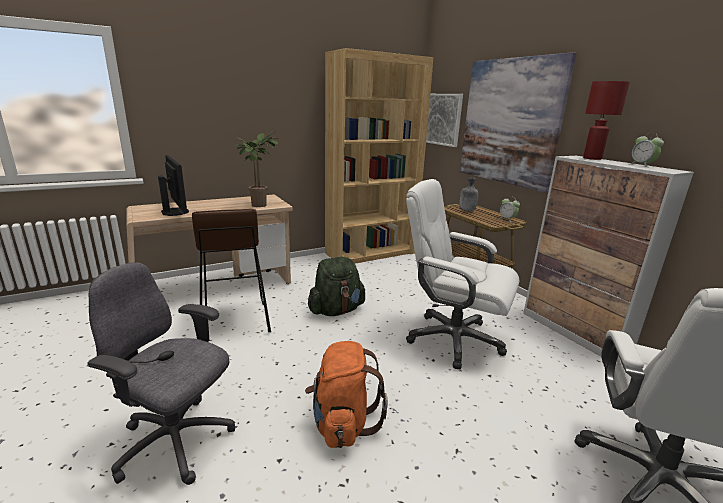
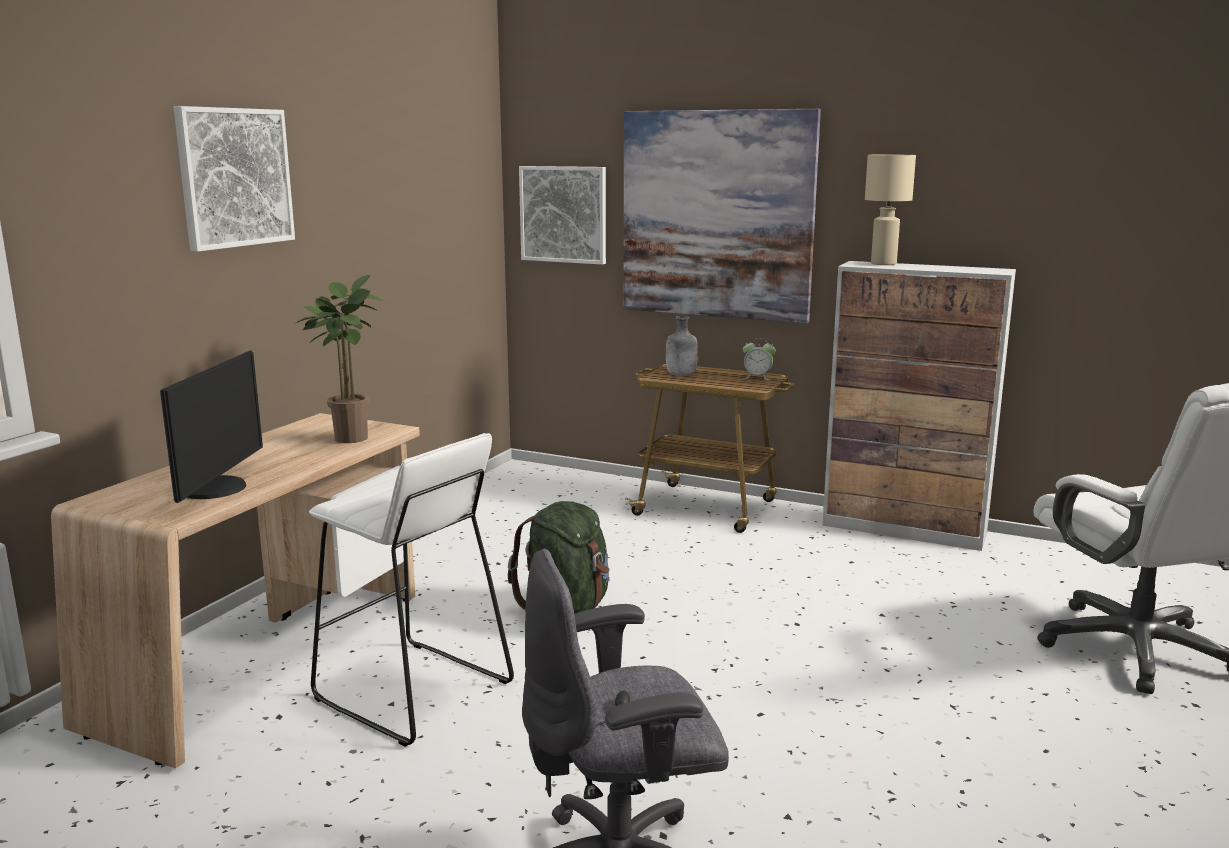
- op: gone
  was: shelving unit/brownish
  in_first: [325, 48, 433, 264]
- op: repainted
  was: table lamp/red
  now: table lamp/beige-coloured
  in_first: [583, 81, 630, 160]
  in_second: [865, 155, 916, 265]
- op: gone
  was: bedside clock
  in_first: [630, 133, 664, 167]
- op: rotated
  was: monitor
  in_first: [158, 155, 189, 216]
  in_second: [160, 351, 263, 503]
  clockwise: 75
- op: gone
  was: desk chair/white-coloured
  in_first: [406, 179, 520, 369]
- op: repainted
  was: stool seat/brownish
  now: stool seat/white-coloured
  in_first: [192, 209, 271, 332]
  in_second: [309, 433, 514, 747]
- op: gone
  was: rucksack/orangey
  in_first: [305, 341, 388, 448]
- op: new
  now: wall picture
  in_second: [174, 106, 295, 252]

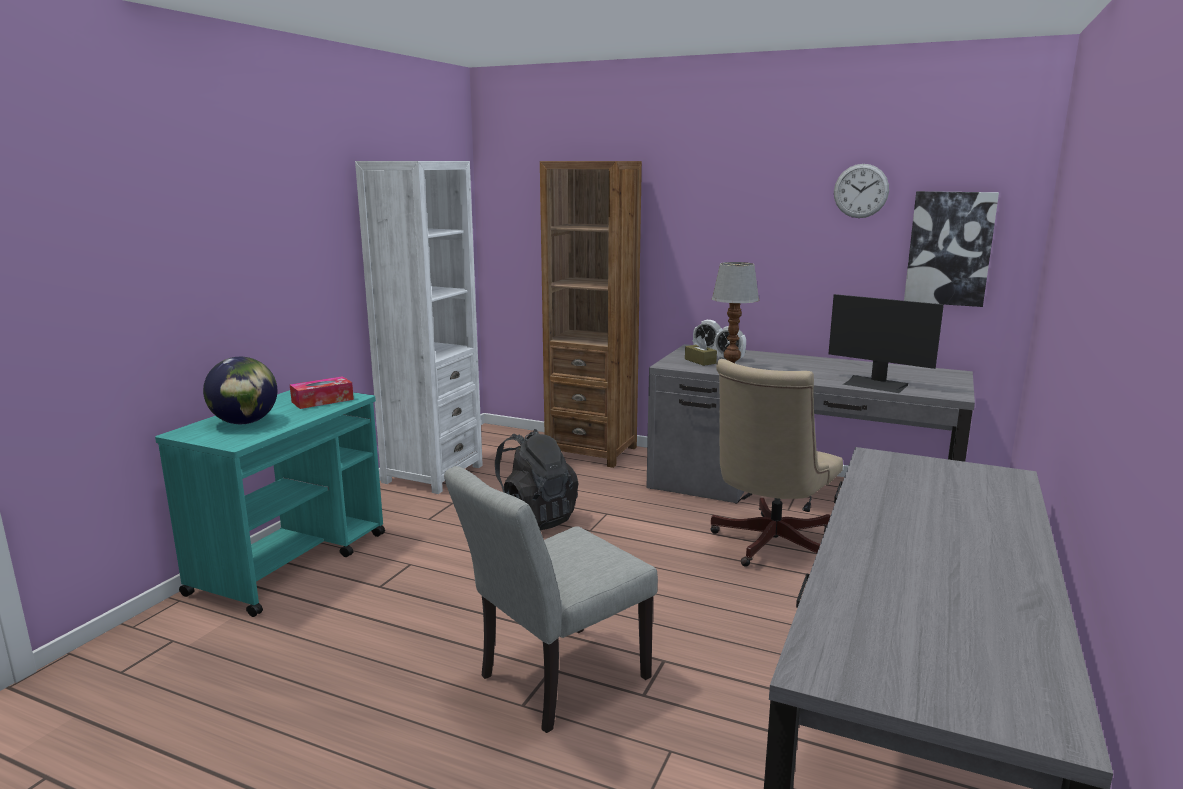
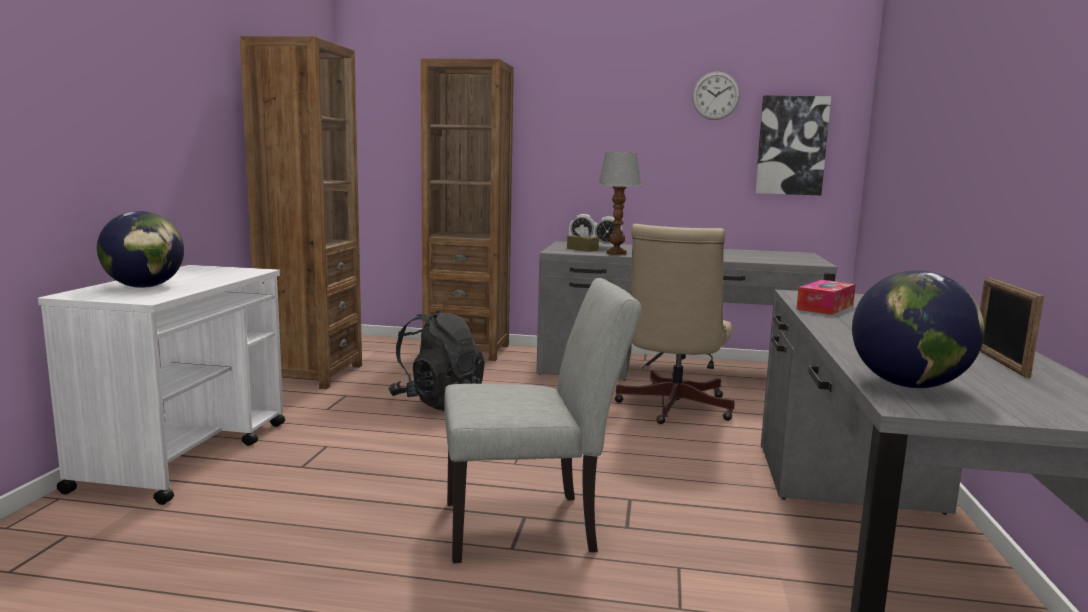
- op: repainted
  was: shelving unit/white-coloured
  now: shelving unit/brownish
  in_first: [355, 161, 483, 494]
  in_second: [240, 36, 362, 389]
- op: gone
  was: monitor
  in_first: [828, 294, 944, 393]
- op: shifted
  was: box of tissues
  in_first: [290, 376, 354, 409]
  in_second: [796, 280, 856, 315]
- op: repainted
  was: trolley/turquoise
  now: trolley/white-coloured
  in_first: [155, 390, 385, 617]
  in_second: [38, 265, 285, 505]
- op: rotated
  was: plain chair/greyish
  in_first: [444, 466, 658, 733]
  in_second: [444, 278, 642, 563]
  clockwise: -135
- op: new
  now: world globe
  in_second: [852, 270, 984, 388]
- op: new
  now: standing frame
  in_second: [980, 277, 1044, 378]

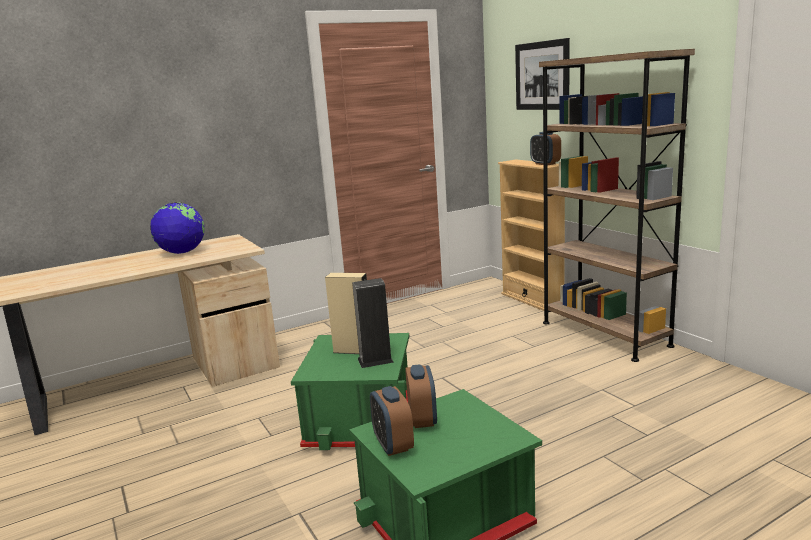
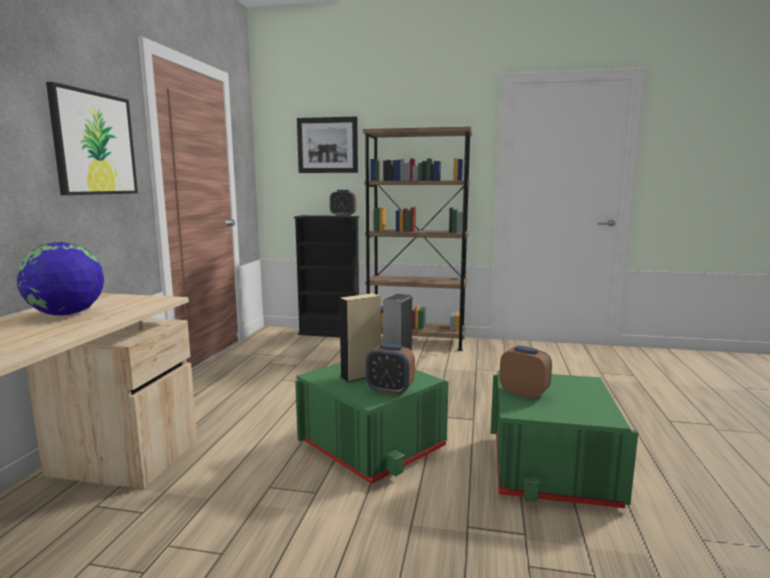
- op: repainted
  was: shelving unit/beige-coloured
  now: shelving unit/blackish
  in_first: [498, 160, 565, 311]
  in_second: [294, 215, 359, 337]
- op: shifted
  was: bedside clock
  in_first: [370, 386, 414, 456]
  in_second: [366, 343, 415, 395]
- op: new
  now: wall picture
  in_second: [46, 82, 138, 195]

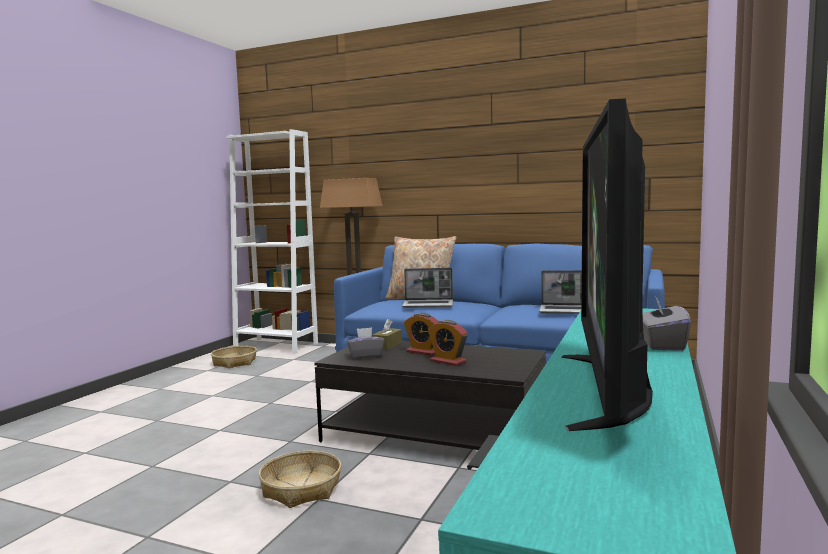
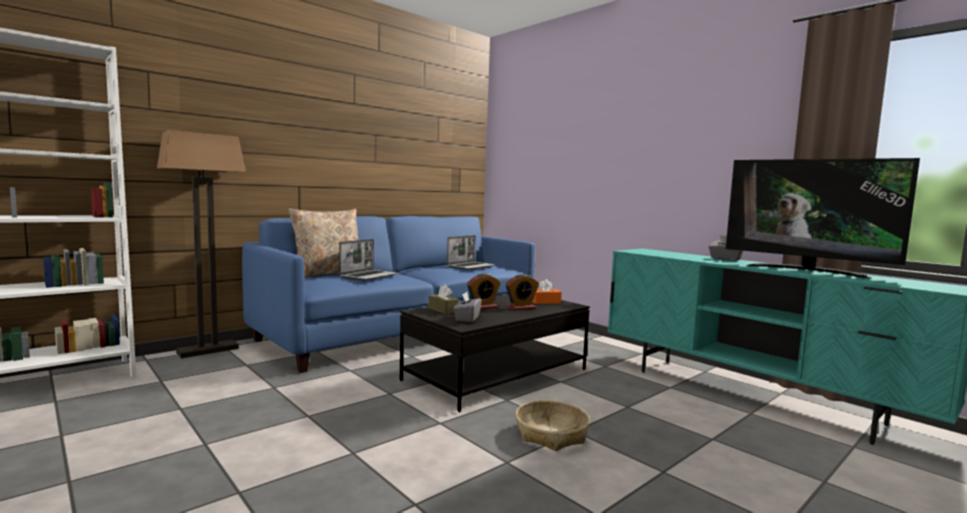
- op: gone
  was: basket
  in_first: [211, 346, 257, 368]
- op: new
  now: box of tissues/orangey
  in_second: [533, 279, 562, 304]

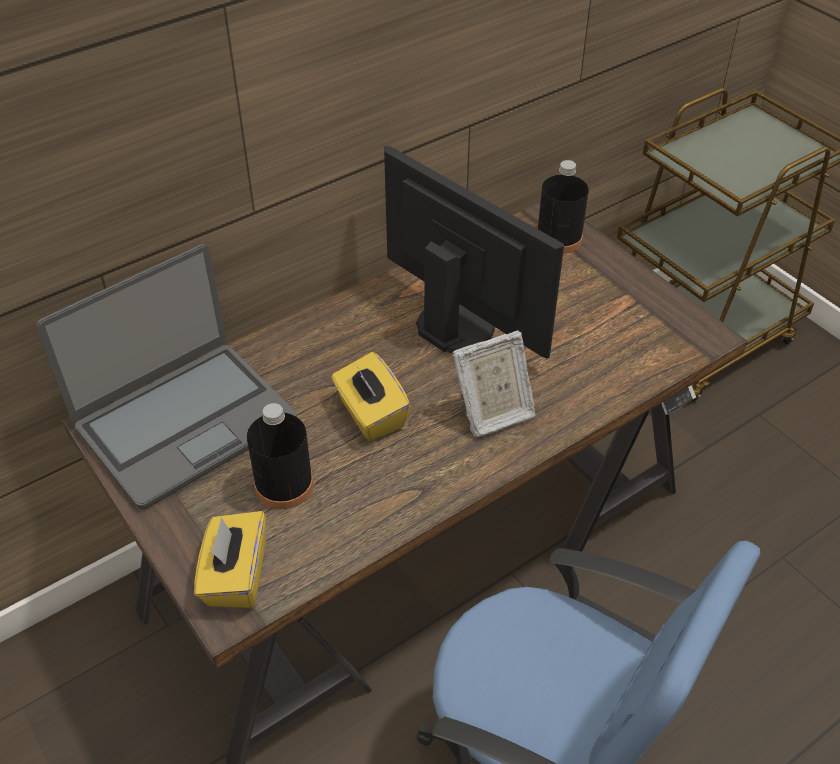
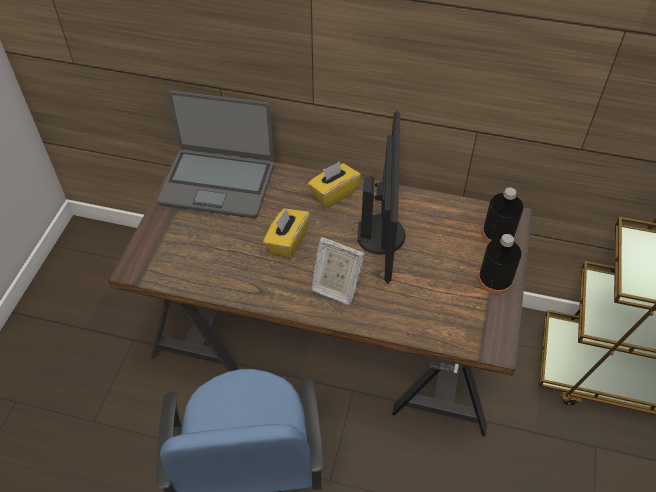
- op: shifted
  was: bottle/blackish
  in_first: [247, 403, 313, 509]
  in_second: [478, 234, 522, 294]
- op: shifted
  was: box of tissues/yellow-coloured
  in_first: [194, 511, 266, 608]
  in_second: [308, 161, 361, 208]

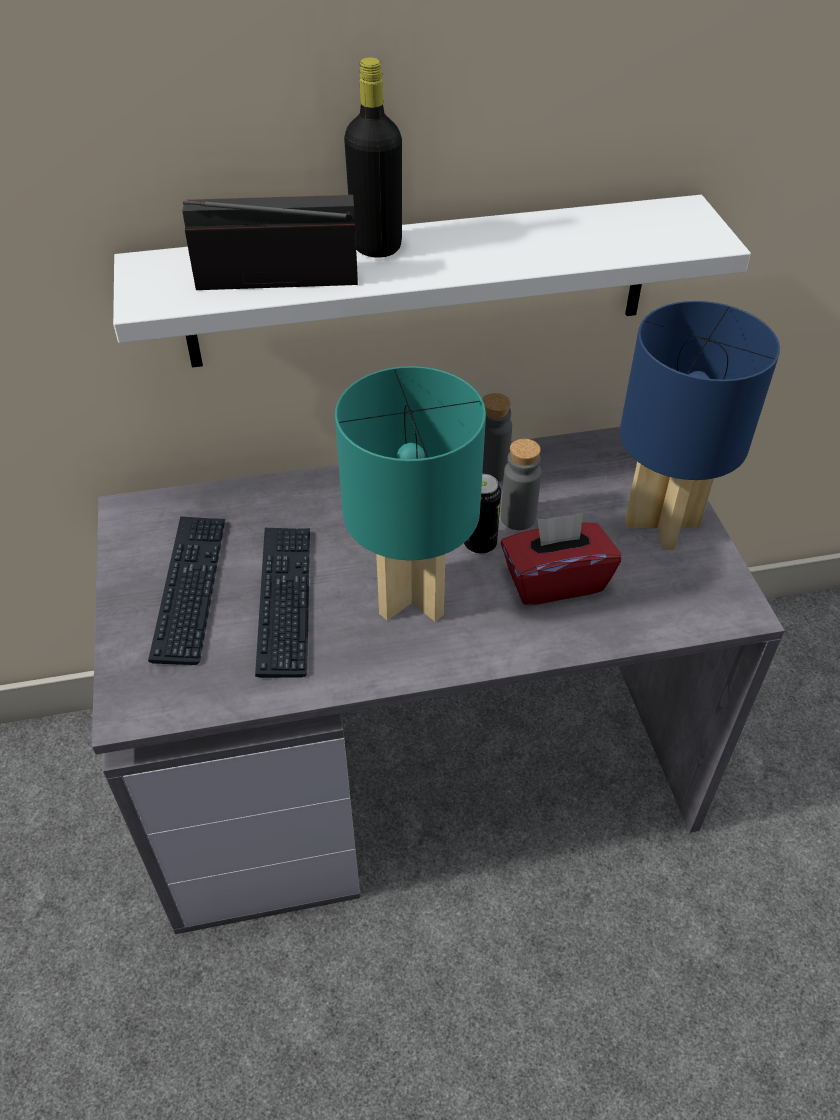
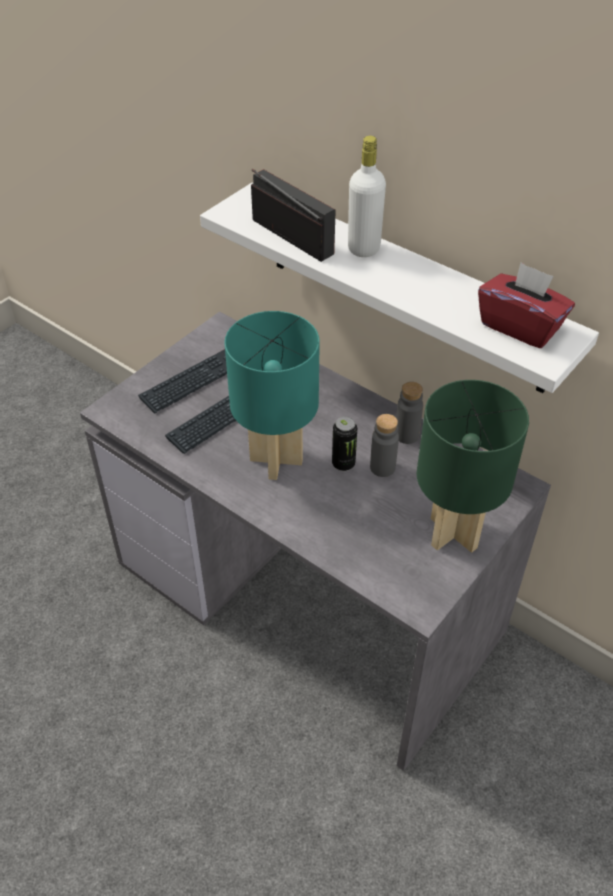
- op: repainted
  was: bottle/blackish
  now: bottle/white-coloured
  in_first: [344, 57, 402, 258]
  in_second: [348, 136, 386, 257]
- op: repainted
  was: table lamp/blue-coloured
  now: table lamp/greenish
  in_first: [620, 301, 780, 550]
  in_second: [417, 380, 529, 553]
- op: shifted
  was: box of tissues/red
  in_first: [501, 513, 622, 606]
  in_second: [478, 262, 575, 348]

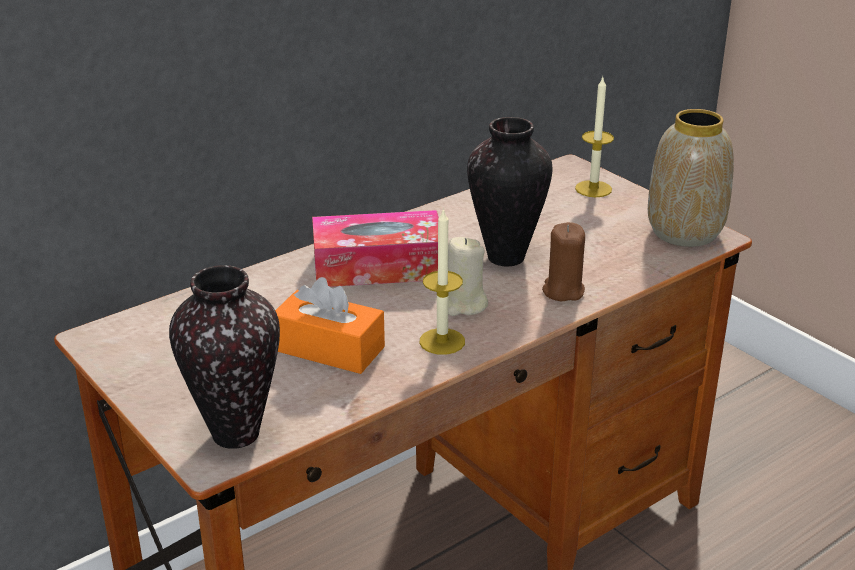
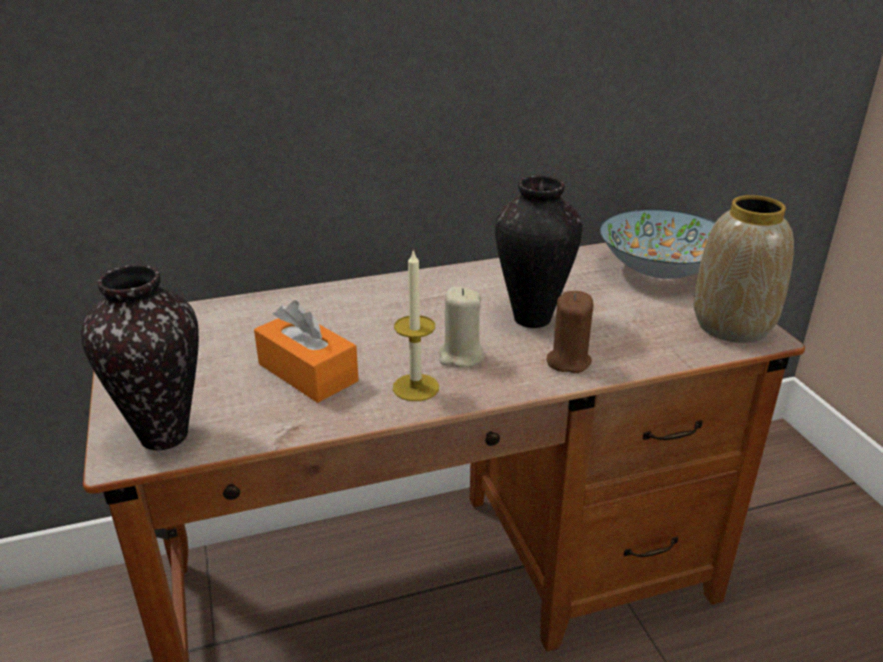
- op: swapped
  was: candle
  now: bowl
  in_first: [575, 78, 614, 197]
  in_second: [600, 209, 715, 279]
- op: gone
  was: box of tissues
  in_first: [312, 210, 439, 287]

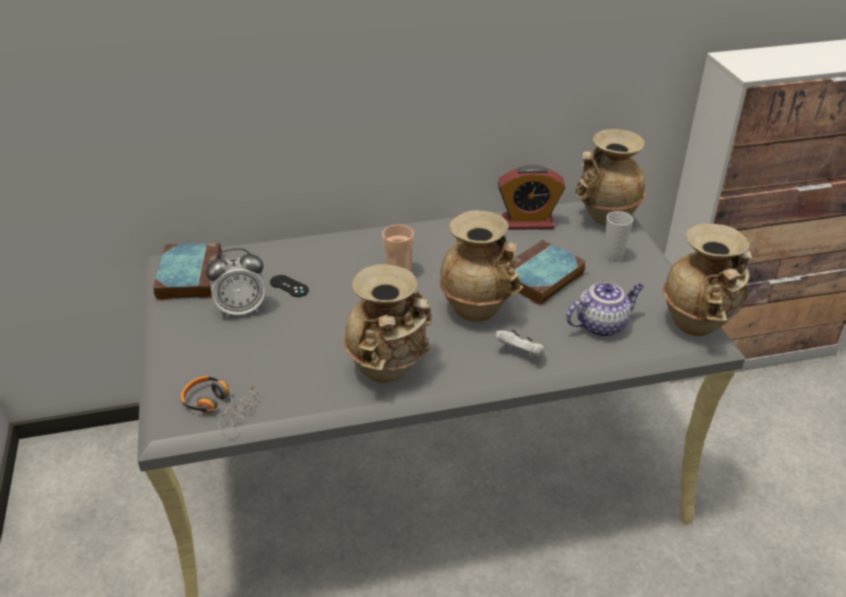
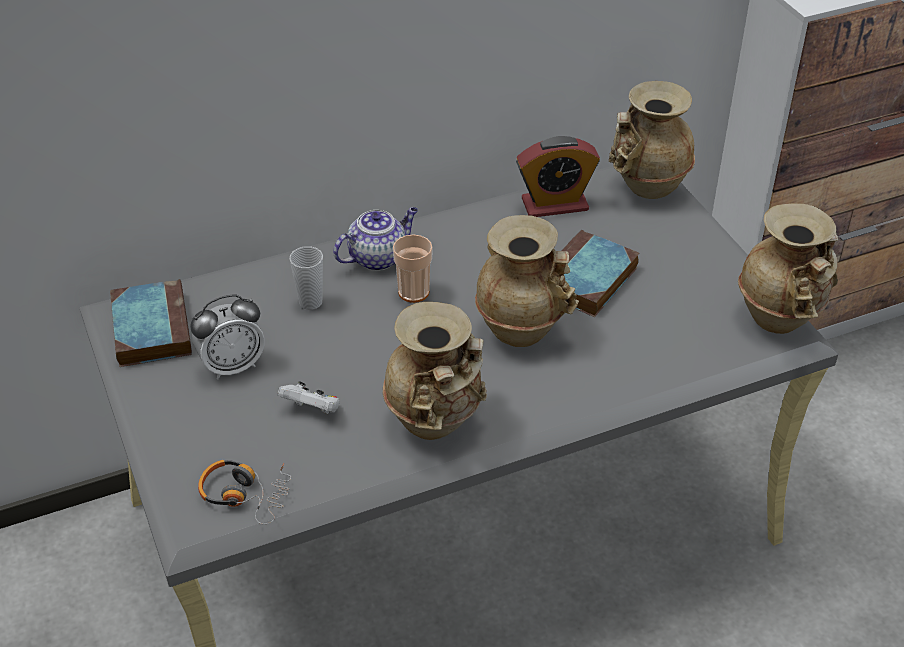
- op: shifted
  was: drinking cup
  in_first: [604, 211, 633, 262]
  in_second: [289, 246, 323, 310]
- op: gone
  was: joypad/blackish
  in_first: [270, 275, 309, 297]
- op: shifted
  was: tea pot
  in_first: [566, 282, 644, 337]
  in_second: [333, 207, 418, 271]
- op: shifted
  was: joypad/white-coloured
  in_first: [495, 330, 544, 358]
  in_second: [278, 381, 340, 414]

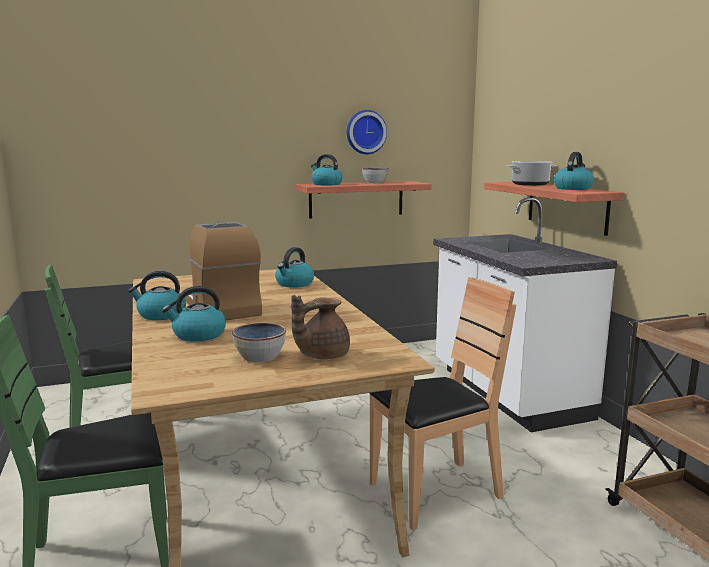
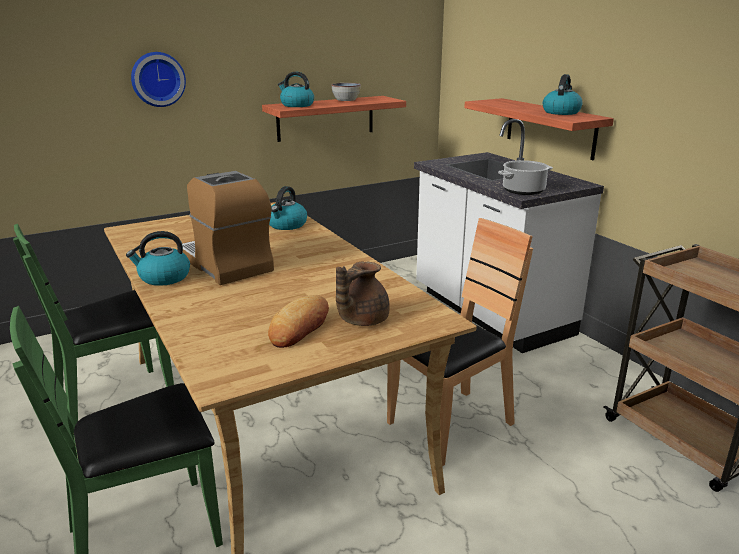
- op: shifted
  was: hanging clock
  in_first: [347, 110, 387, 154]
  in_second: [131, 52, 186, 107]
- op: shifted
  was: stockpot
  in_first: [506, 161, 557, 186]
  in_second: [498, 160, 553, 195]
- op: gone
  was: kettle
  in_first: [162, 286, 226, 342]
- op: swapped
  was: bowl
  now: bakery bread
  in_first: [232, 323, 286, 362]
  in_second: [268, 295, 329, 348]

